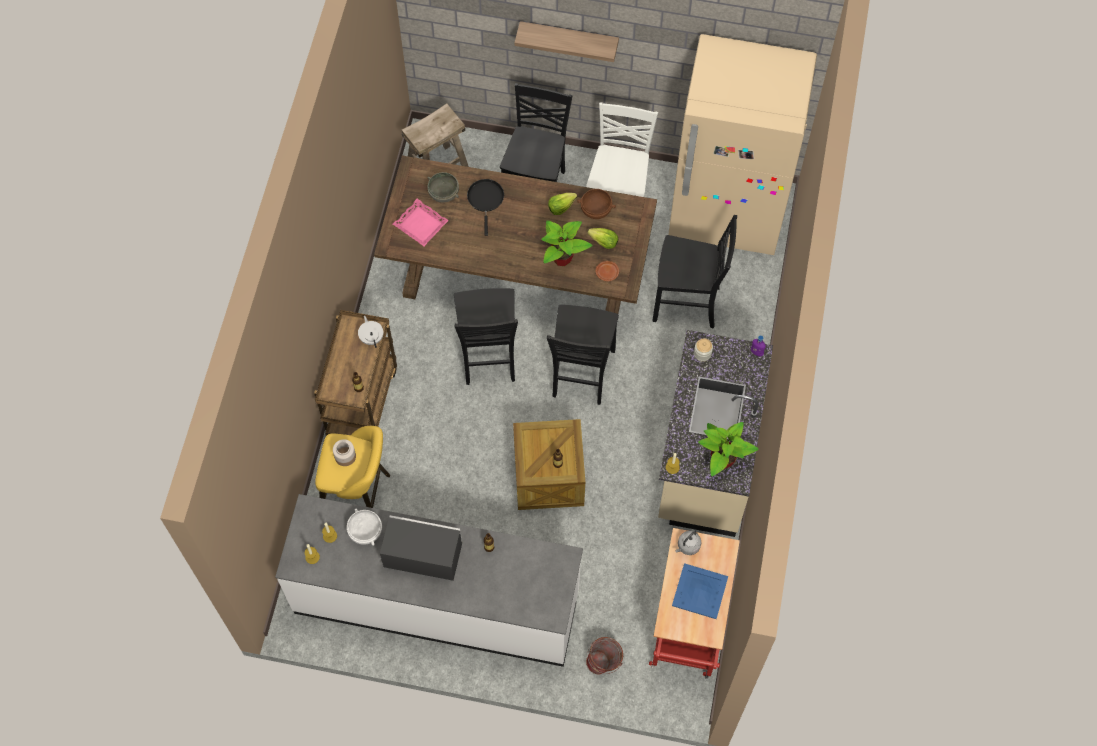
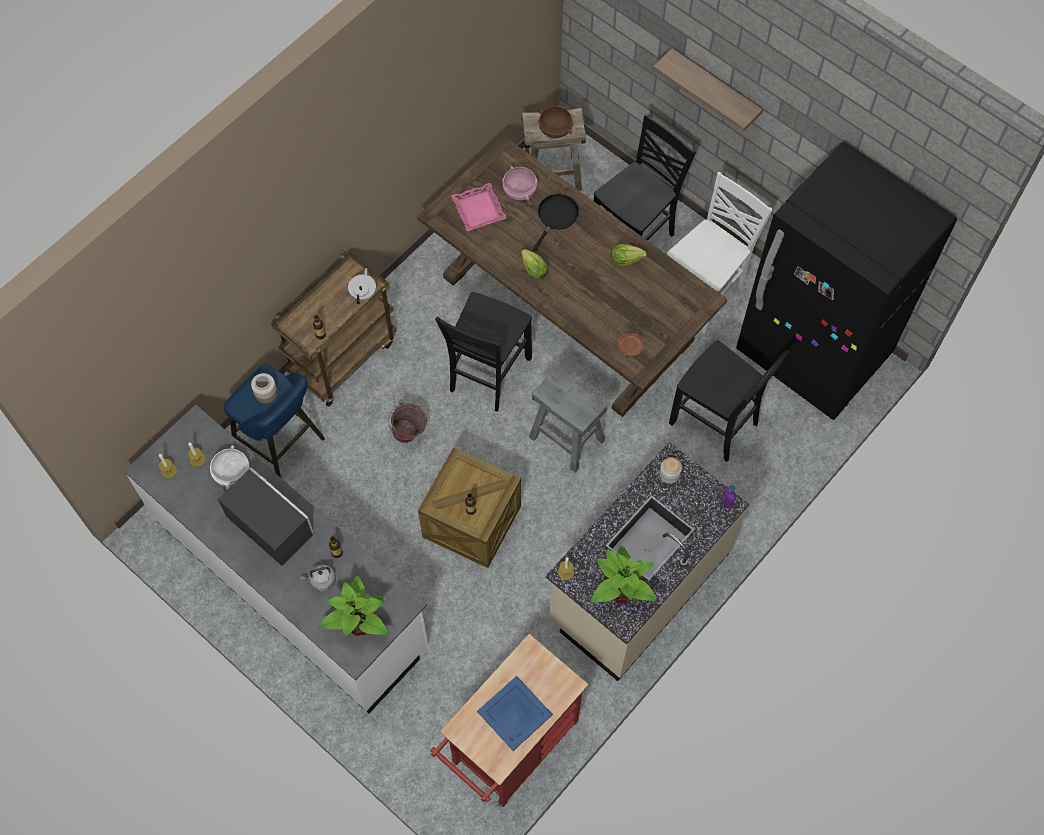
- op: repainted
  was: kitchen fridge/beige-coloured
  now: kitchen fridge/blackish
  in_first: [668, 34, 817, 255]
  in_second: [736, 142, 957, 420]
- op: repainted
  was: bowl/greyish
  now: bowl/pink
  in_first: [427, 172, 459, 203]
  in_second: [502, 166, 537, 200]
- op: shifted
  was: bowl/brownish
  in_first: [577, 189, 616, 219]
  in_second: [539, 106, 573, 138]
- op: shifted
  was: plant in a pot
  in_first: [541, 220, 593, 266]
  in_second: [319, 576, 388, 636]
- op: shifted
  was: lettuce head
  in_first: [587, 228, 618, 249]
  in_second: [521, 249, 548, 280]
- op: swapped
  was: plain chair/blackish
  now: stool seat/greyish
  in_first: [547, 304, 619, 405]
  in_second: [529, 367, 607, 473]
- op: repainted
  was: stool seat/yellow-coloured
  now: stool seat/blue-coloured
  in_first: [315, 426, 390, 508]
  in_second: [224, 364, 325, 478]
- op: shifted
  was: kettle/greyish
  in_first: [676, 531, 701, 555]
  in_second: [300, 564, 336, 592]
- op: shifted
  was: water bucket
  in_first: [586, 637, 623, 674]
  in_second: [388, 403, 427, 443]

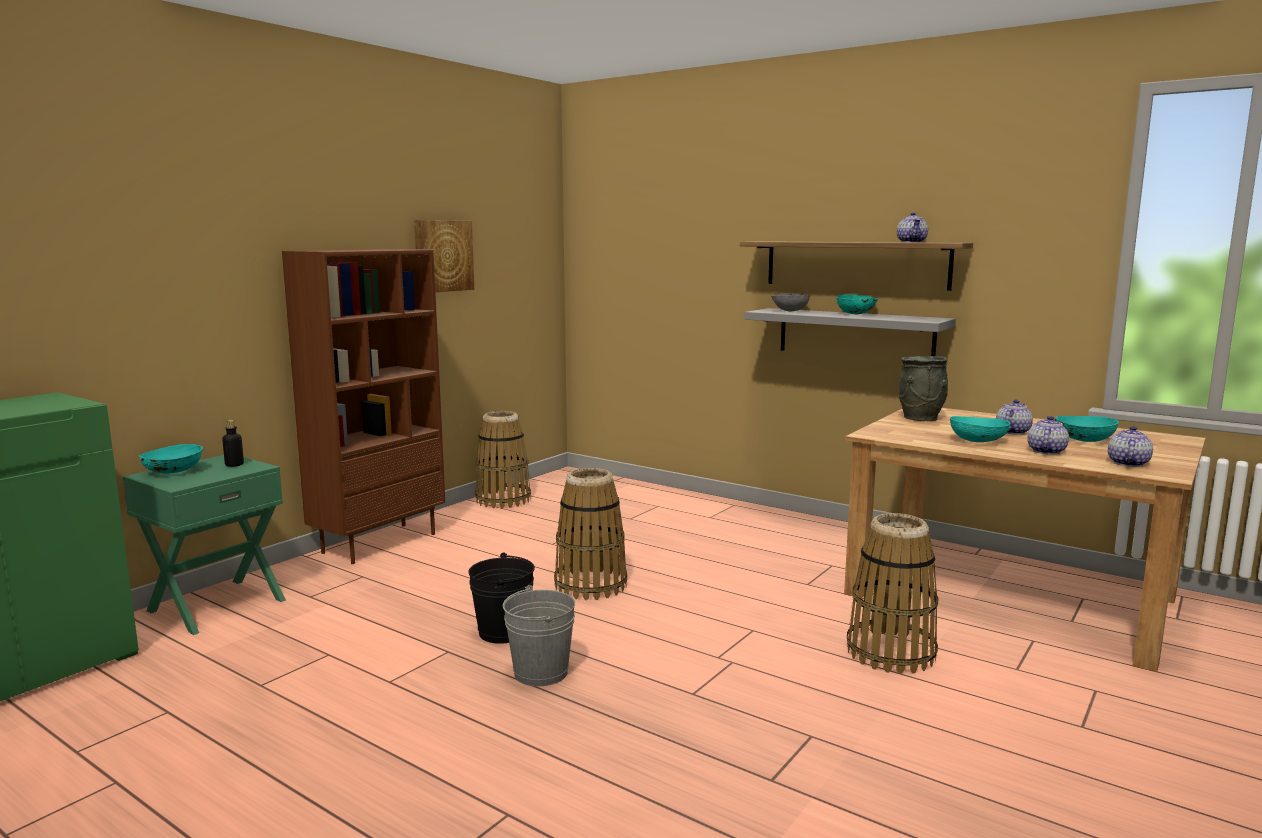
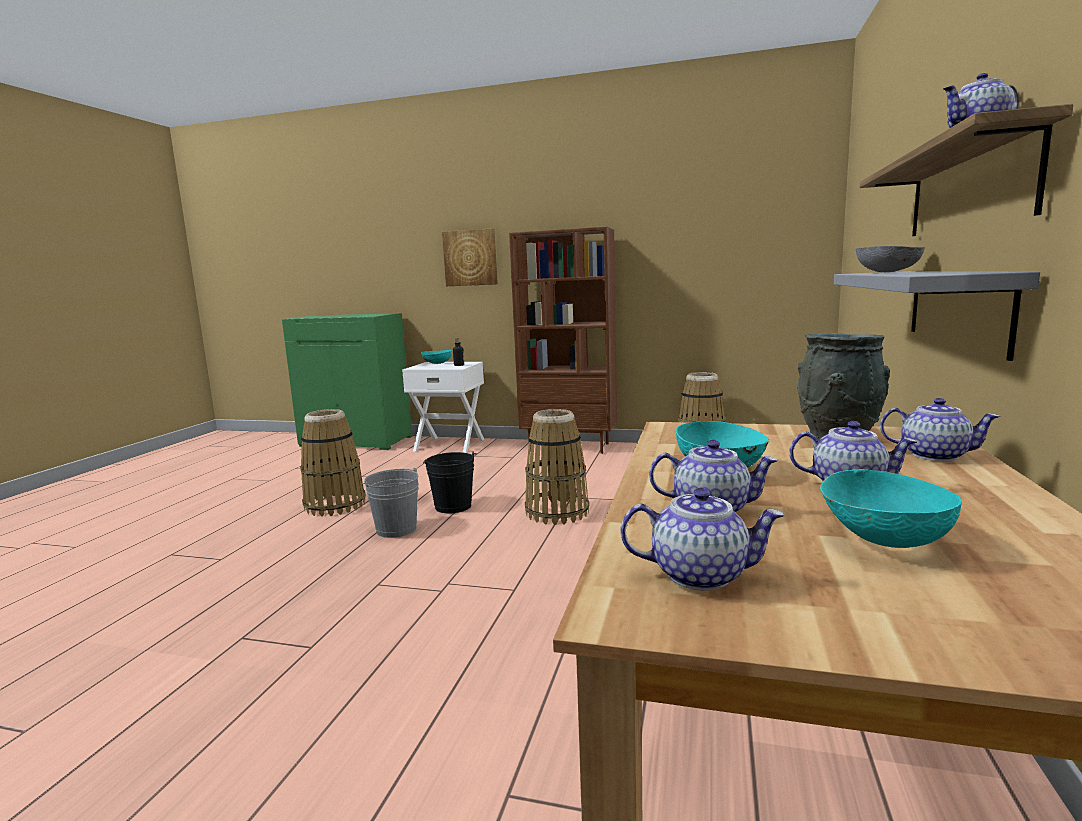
- op: shifted
  was: wall picture
  in_first: [414, 220, 474, 292]
  in_second: [442, 228, 498, 286]
- op: gone
  was: bowl/turquoise
  in_first: [837, 294, 878, 314]
- op: repainted
  was: bedside table/greenish
  now: bedside table/white-coloured
  in_first: [123, 455, 286, 635]
  in_second: [402, 362, 484, 453]
- op: shifted
  was: basket
  in_first: [847, 513, 938, 674]
  in_second: [300, 409, 366, 517]
- op: new
  now: tea pot
  in_second: [880, 398, 1001, 461]

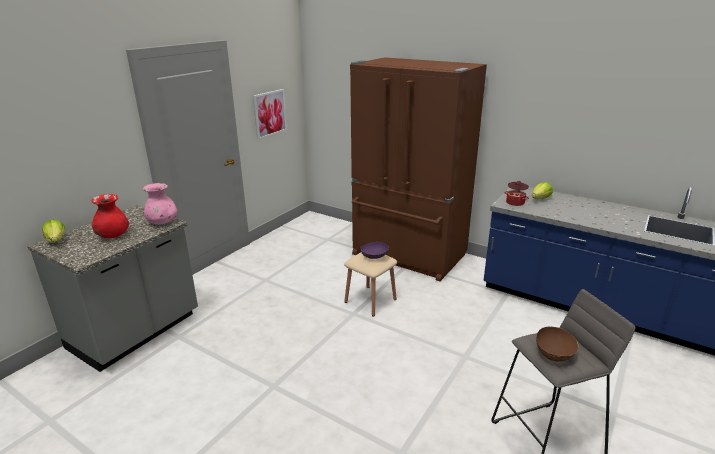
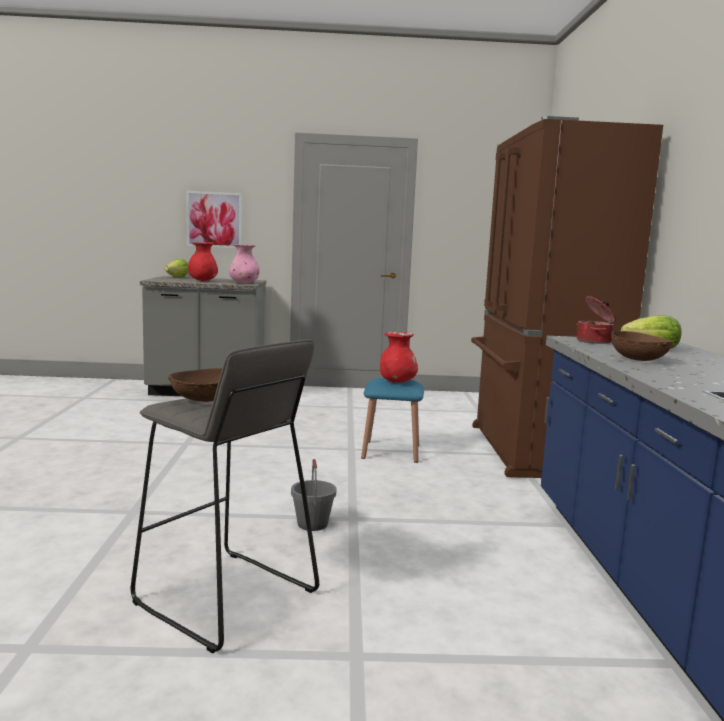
- op: shifted
  was: wall picture
  in_first: [253, 89, 287, 139]
  in_second: [186, 191, 242, 248]
- op: swapped
  was: bowl/purplish
  now: flower vase/red
  in_first: [361, 242, 389, 259]
  in_second: [380, 332, 418, 383]
- op: repainted
  was: stool seat/beige-coloured
  now: stool seat/blue-coloured
  in_first: [344, 252, 397, 316]
  in_second: [361, 378, 424, 463]
- op: new
  now: bowl/brownish
  in_second: [611, 331, 674, 361]
- op: new
  now: water bucket/greyish
  in_second: [291, 459, 336, 531]

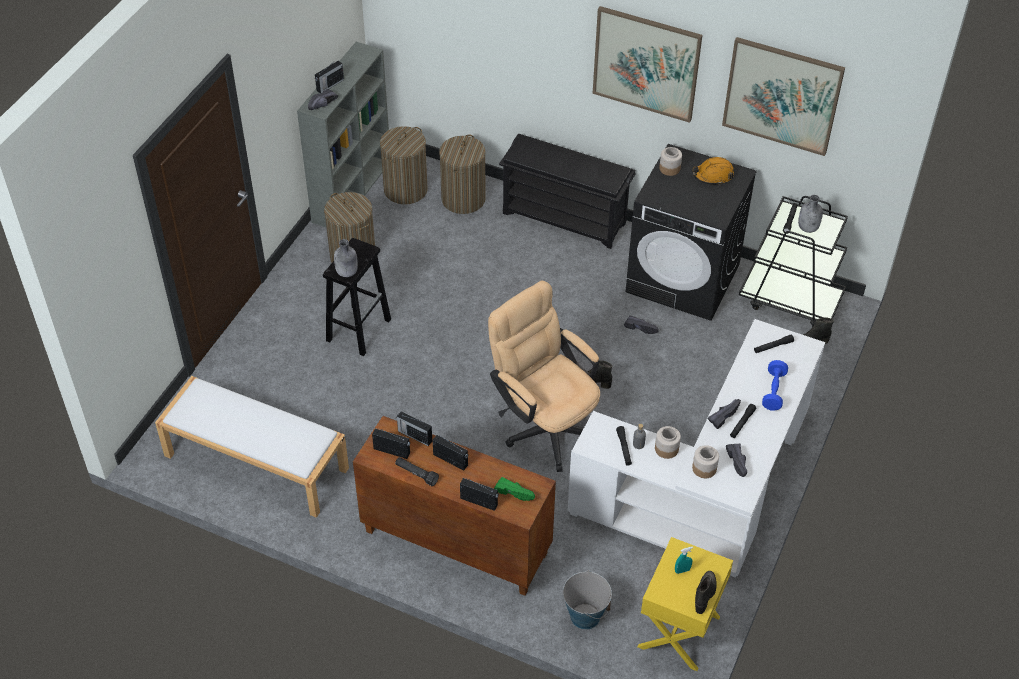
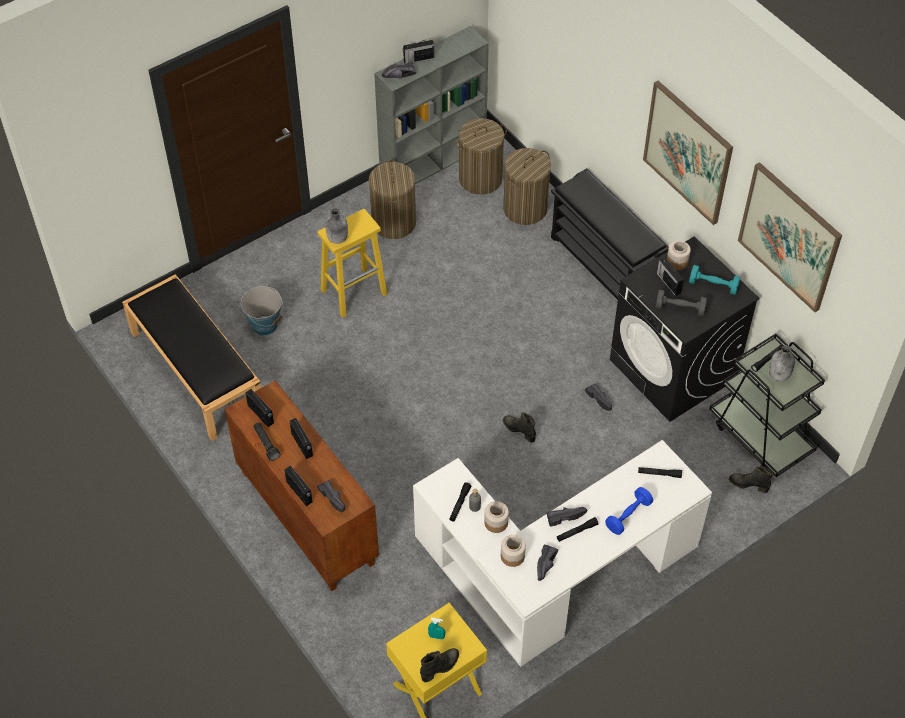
- op: swapped
  was: safety helmet/orangey
  now: hand weight/turquoise
  in_first: [692, 157, 734, 185]
  in_second: [689, 265, 740, 295]
- op: repainted
  was: stool seat/blackish
  now: stool seat/yellow-coloured
  in_first: [323, 238, 391, 356]
  in_second: [317, 209, 387, 318]
- op: gone
  was: desk chair/beige-coloured
  in_first: [488, 281, 600, 472]
- op: repainted
  was: long seat/white-coloured
  now: long seat/blackish
  in_first: [155, 376, 349, 518]
  in_second: [122, 274, 261, 441]
- op: shifted
  was: radio receiver
  in_first: [396, 412, 432, 446]
  in_second: [657, 257, 684, 296]
- op: repainted
  was: low shoe/greenish
  now: low shoe/blackish
  in_first: [494, 477, 535, 501]
  in_second: [317, 480, 345, 512]
- op: shifted
  was: water bucket
  in_first: [563, 571, 612, 630]
  in_second: [241, 286, 283, 336]
- op: new
  now: hand weight/greyish
  in_second: [656, 290, 707, 316]

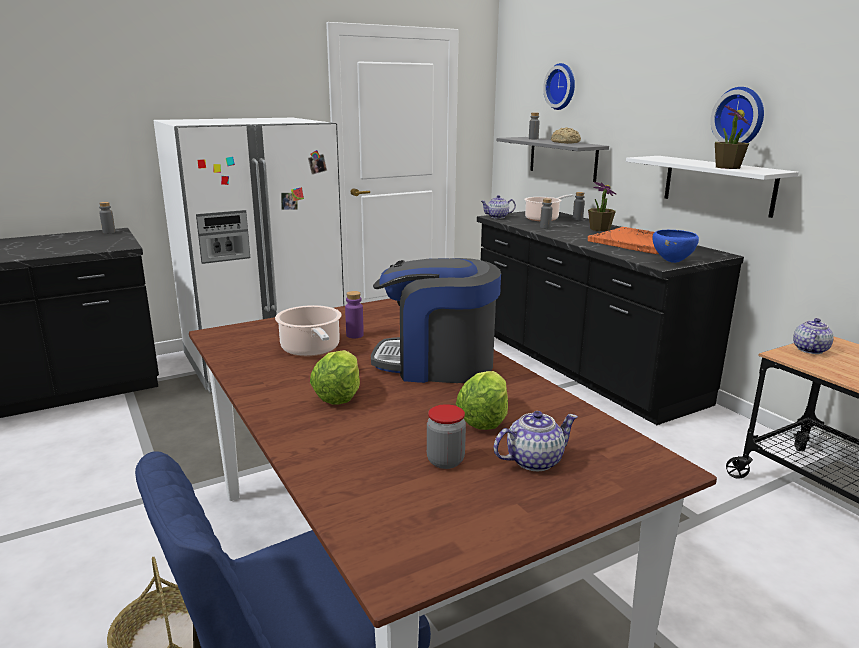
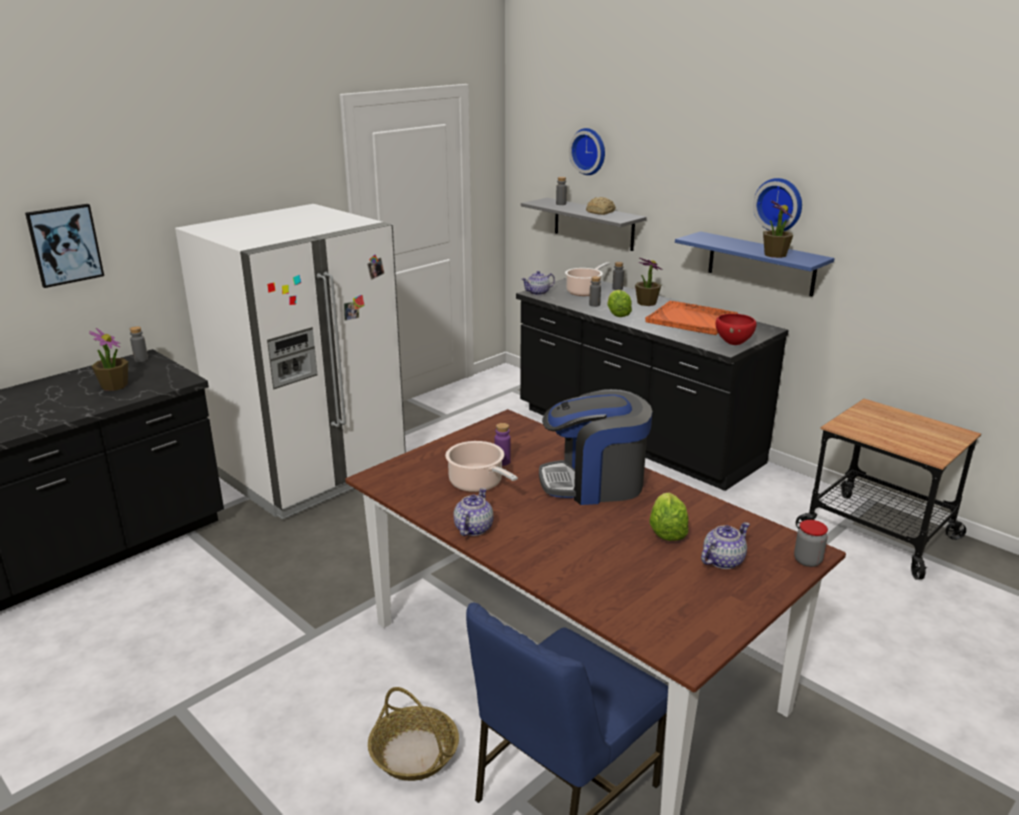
- op: repainted
  was: wall shelf/white-coloured
  now: wall shelf/blue-coloured
  in_first: [626, 156, 799, 218]
  in_second: [675, 231, 835, 297]
- op: repainted
  was: bowl/blue-coloured
  now: bowl/red
  in_first: [652, 230, 699, 263]
  in_second: [716, 314, 757, 345]
- op: shifted
  was: tea pot
  in_first: [793, 318, 834, 354]
  in_second: [454, 488, 494, 536]
- op: shifted
  was: lettuce head
  in_first: [310, 350, 360, 405]
  in_second: [607, 290, 632, 317]
- op: shifted
  was: preserve jar
  in_first: [427, 404, 466, 469]
  in_second: [794, 520, 828, 567]
- op: new
  now: wall picture
  in_second: [25, 204, 104, 288]
- op: new
  now: plant in a pot
  in_second: [89, 328, 128, 391]

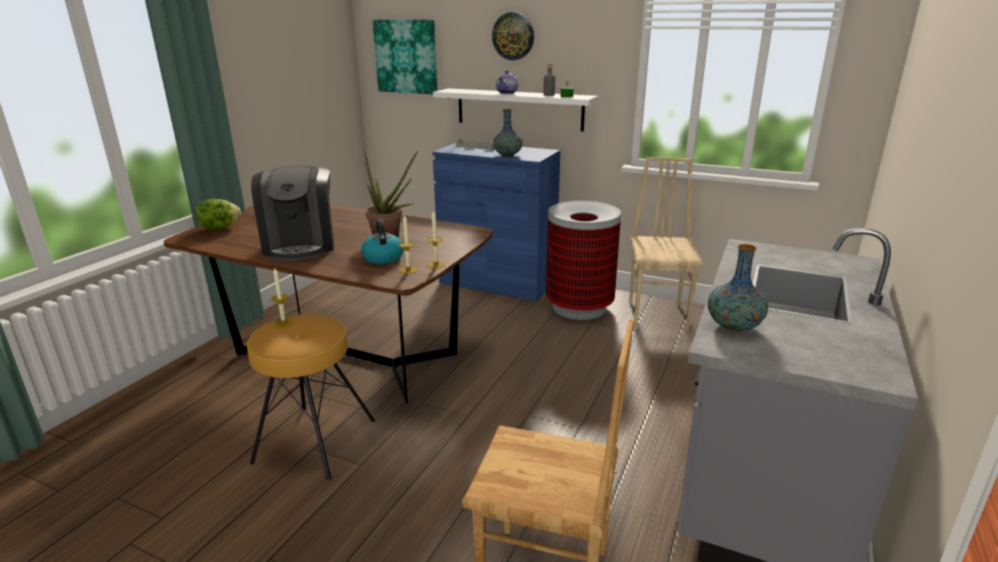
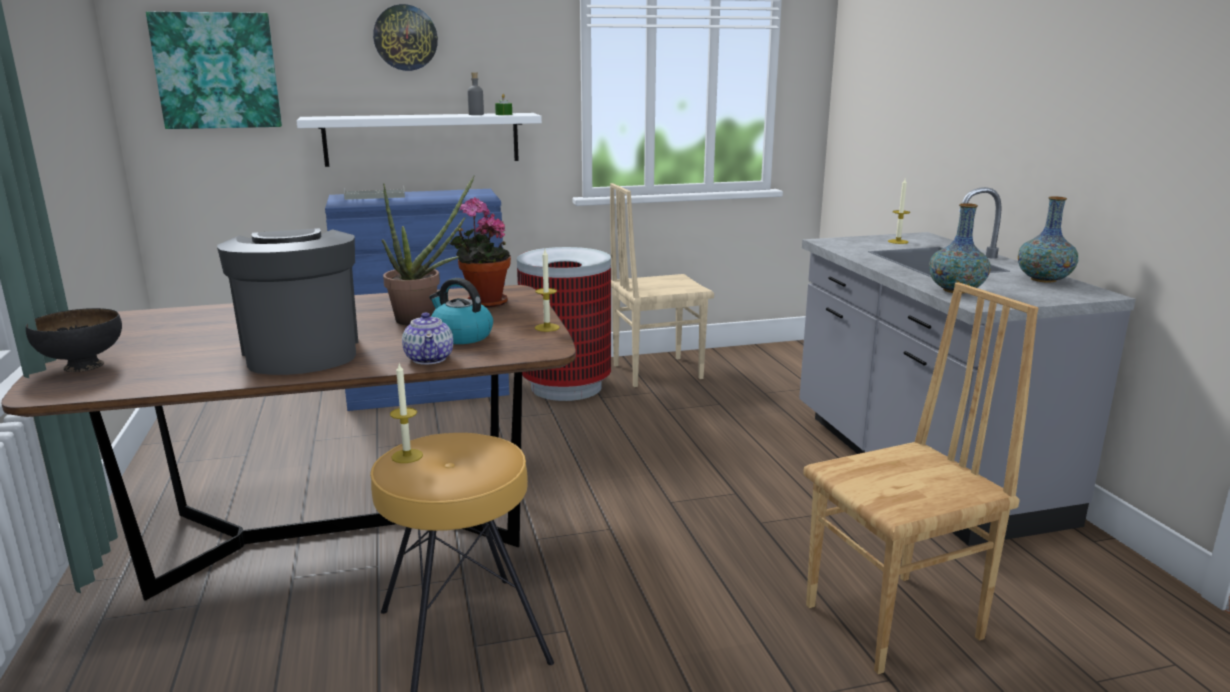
- op: shifted
  was: tea pot
  in_first: [496, 70, 518, 94]
  in_second: [402, 312, 453, 365]
- op: shifted
  was: flower vase
  in_first: [493, 109, 523, 156]
  in_second: [1018, 196, 1078, 283]
- op: rotated
  was: plain chair/beige-coloured
  in_first: [629, 157, 703, 331]
  in_second: [610, 183, 714, 387]
  clockwise: -75
- op: rotated
  was: coffee brewer
  in_first: [251, 166, 334, 261]
  in_second: [217, 228, 358, 375]
  clockwise: -150
- op: swapped
  was: lettuce head
  now: bowl/blackish
  in_first: [196, 199, 241, 229]
  in_second: [26, 308, 122, 372]
- op: shifted
  was: candle
  in_first: [399, 214, 418, 274]
  in_second: [888, 179, 910, 244]
- op: new
  now: plant in a pot
  in_second: [449, 197, 511, 308]

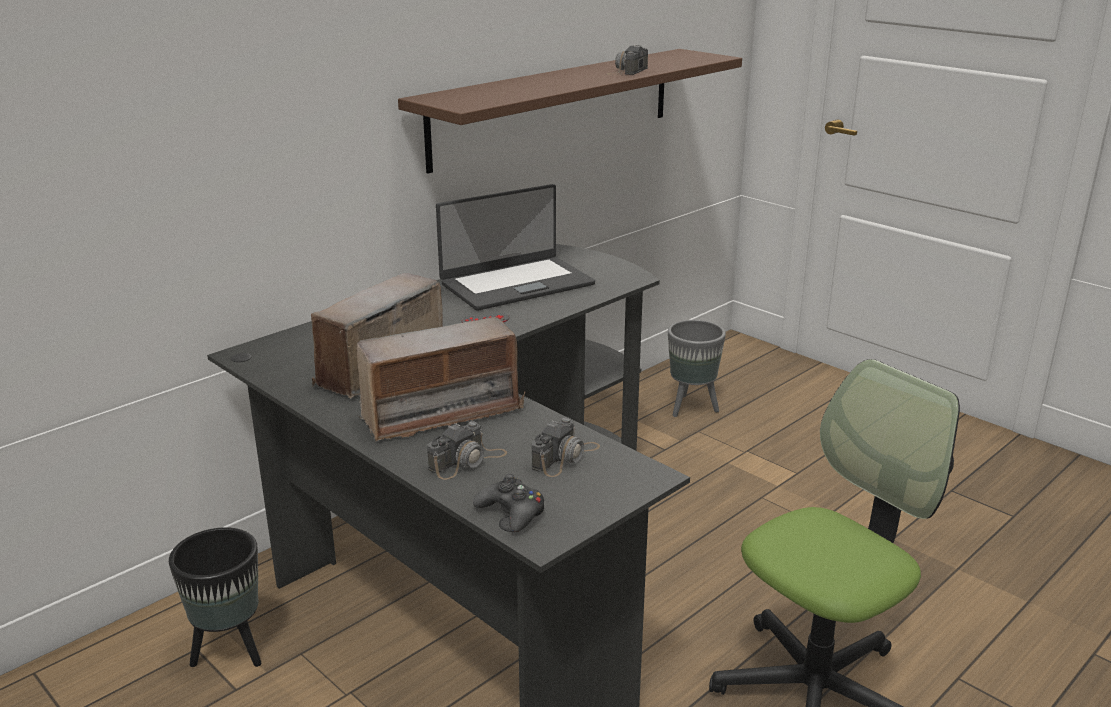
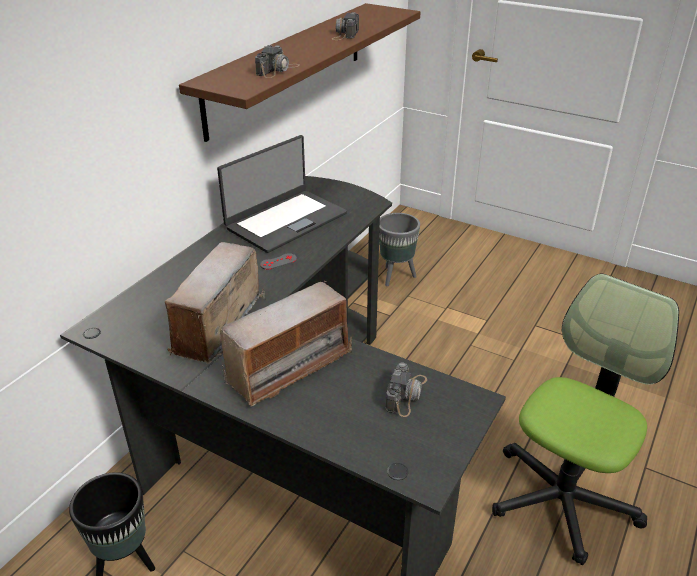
- op: shifted
  was: photo camera
  in_first: [427, 421, 507, 480]
  in_second: [255, 45, 300, 78]
- op: gone
  was: joypad/blackish
  in_first: [473, 474, 544, 532]

